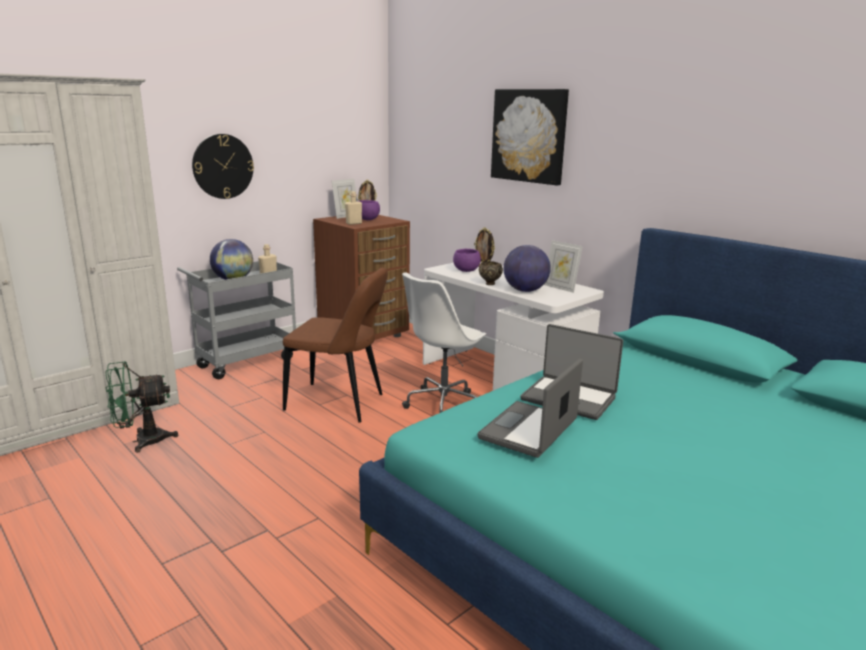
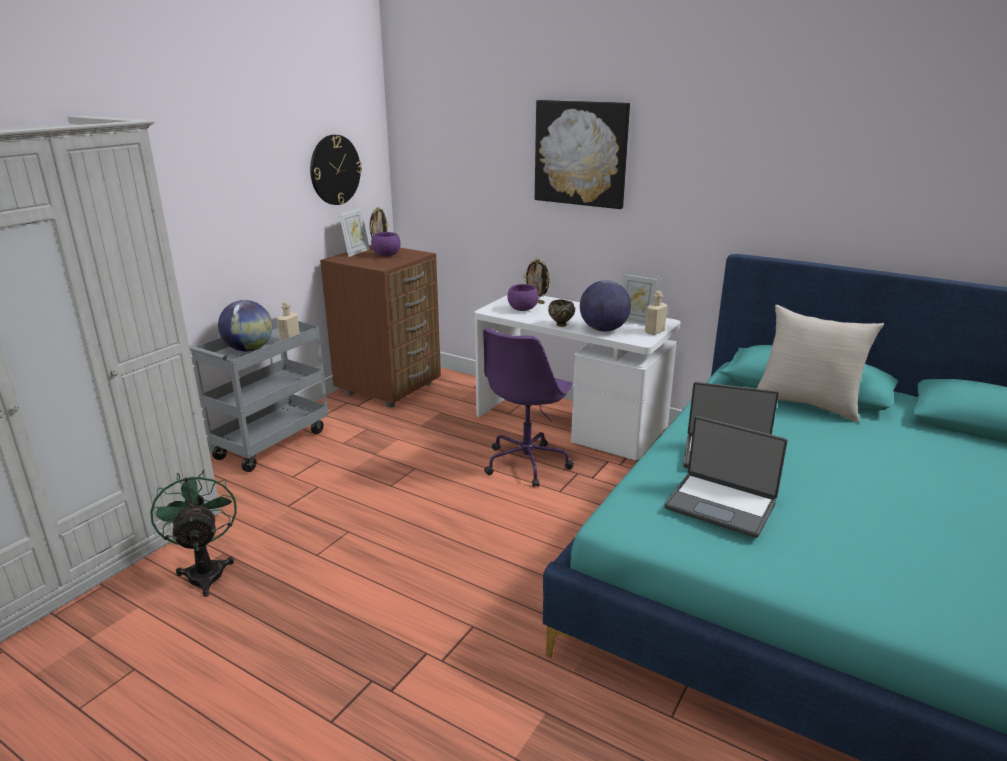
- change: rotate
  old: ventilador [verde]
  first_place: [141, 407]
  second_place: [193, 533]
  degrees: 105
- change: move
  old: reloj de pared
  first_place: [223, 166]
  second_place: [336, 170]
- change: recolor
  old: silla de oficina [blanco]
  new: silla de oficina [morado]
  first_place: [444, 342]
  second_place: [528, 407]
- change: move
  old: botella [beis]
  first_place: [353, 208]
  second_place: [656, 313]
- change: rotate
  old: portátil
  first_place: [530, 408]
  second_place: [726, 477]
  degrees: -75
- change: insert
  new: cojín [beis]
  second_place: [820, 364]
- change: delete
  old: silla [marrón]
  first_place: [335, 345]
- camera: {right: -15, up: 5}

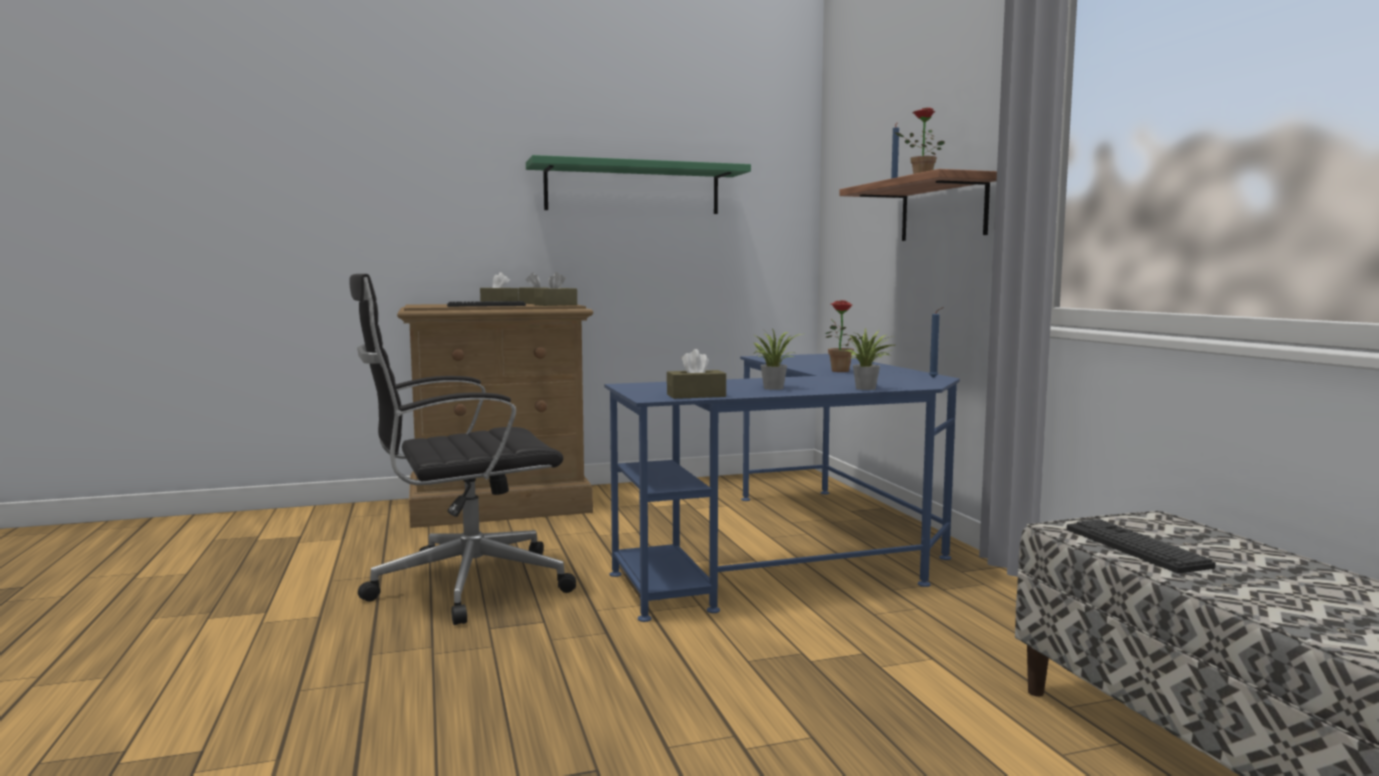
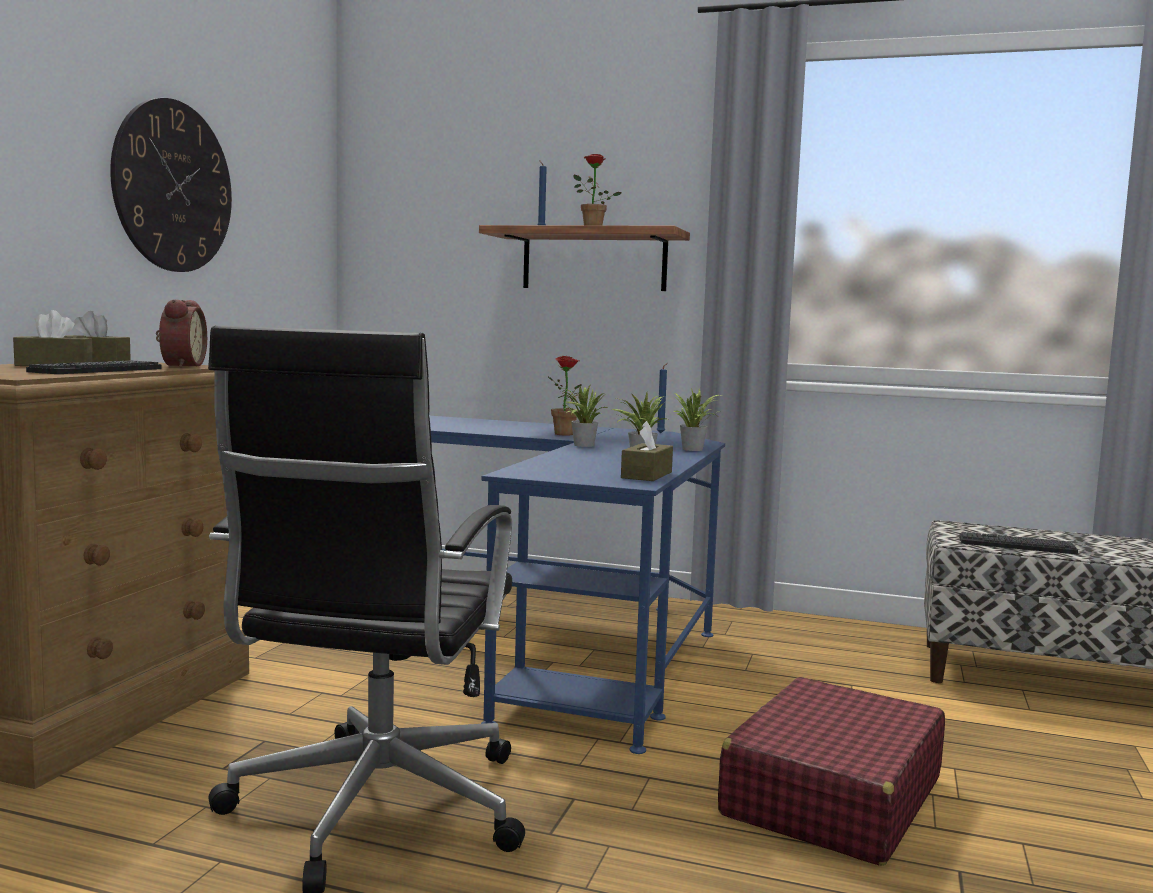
- change: replace
  old: estante [verde]
  new: reloj de pared
  first_place: [638, 184]
  second_place: [171, 185]
- change: replace
  old: caja de pañuelos [marrón]
  new: despertador
  first_place: [555, 289]
  second_place: [181, 333]
- change: insert
  new: planta en maceta
  second_place: [584, 415]
- change: insert
  new: maleta [rojo]
  second_place: [831, 771]
- camera: {right: -55, up: 0}

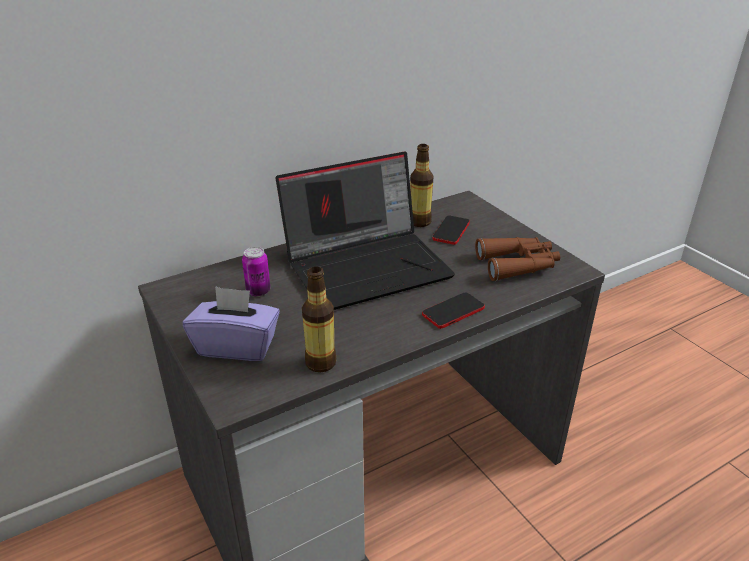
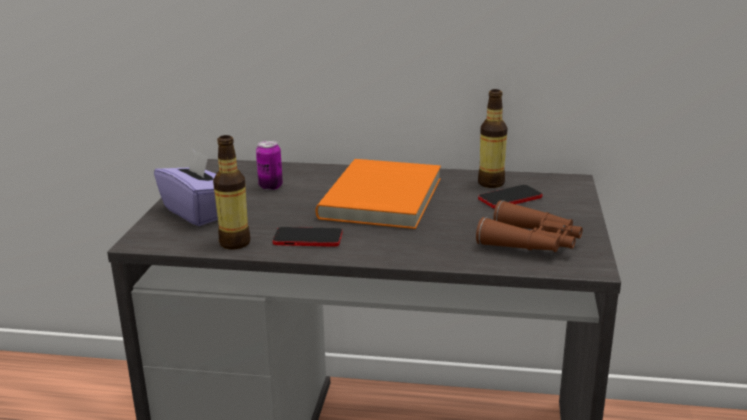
- change: move
  old: móvil
  first_place: [453, 310]
  second_place: [308, 237]
- change: replace
  old: portátil
  new: libro [naranja]
  first_place: [365, 230]
  second_place: [378, 194]
- camera: {right: 40, up: -10}

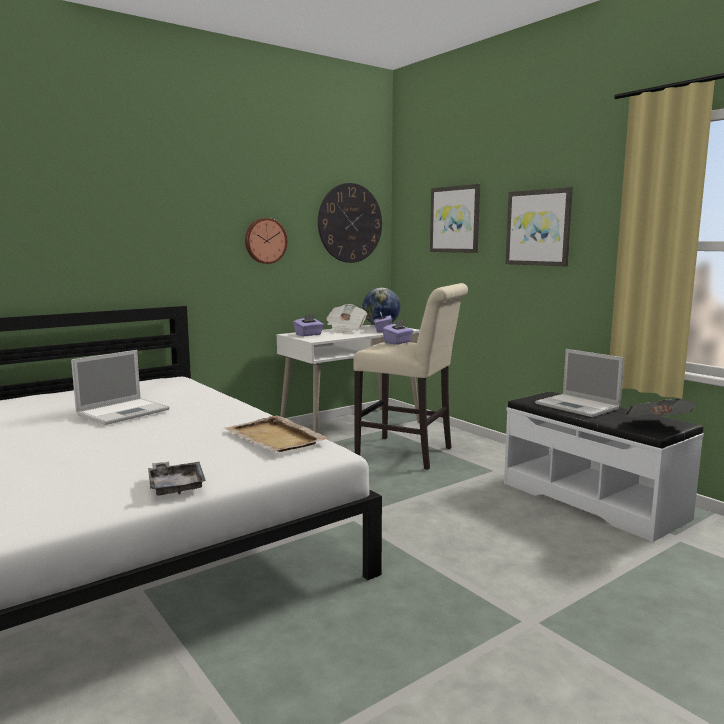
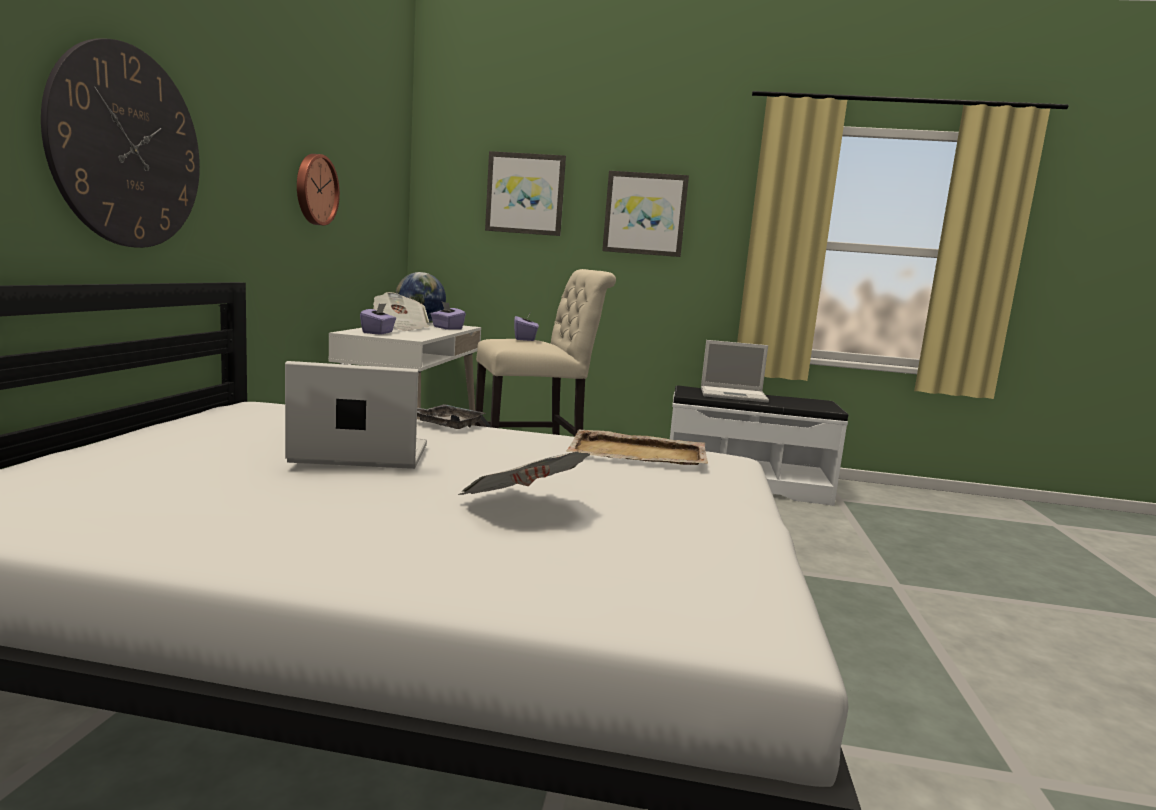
- change: move
  old: reloj de pared
  first_place: [350, 223]
  second_place: [120, 143]
- change: rotate
  old: portátil
  first_place: [120, 387]
  second_place: [356, 415]
  degrees: -90
- change: move
  old: bandeja [gris]
  first_place: [177, 478]
  second_place: [451, 416]
- change: move
  old: periódico
  first_place: [660, 408]
  second_place: [524, 473]
- camera: {right: -45, up: 0}

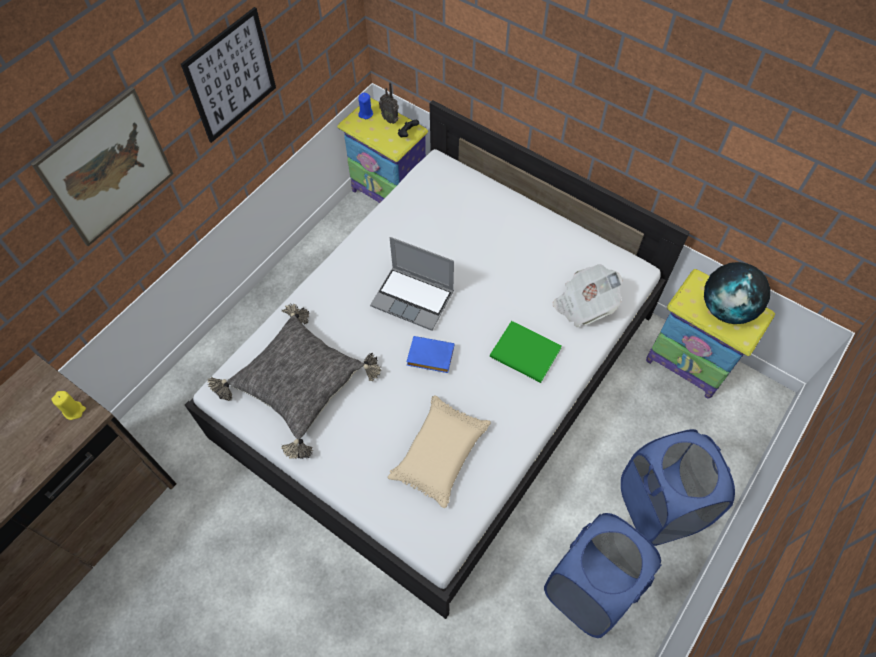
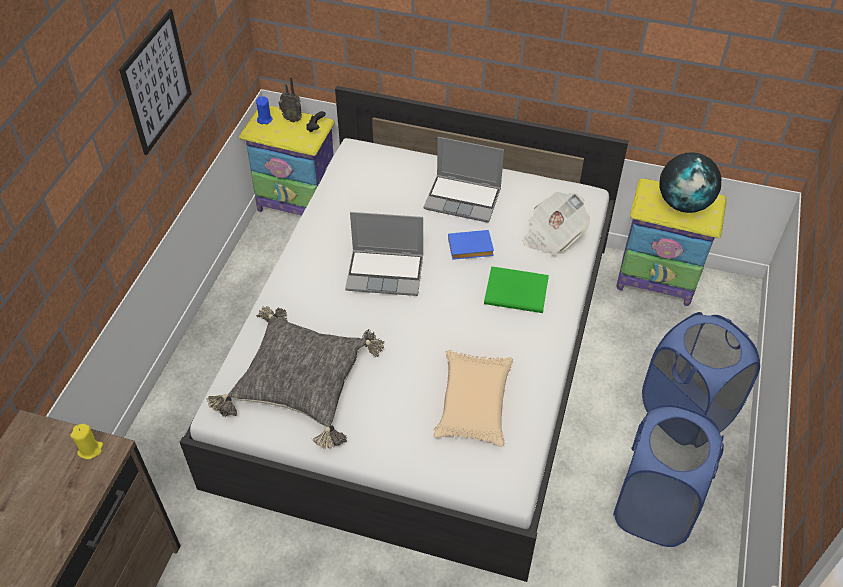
- change: insert
  new: portátil
  second_place: [464, 180]
- change: move
  old: libro [azul]
  first_place: [430, 354]
  second_place: [471, 245]
- change: delete
  old: cuadro
  first_place: [102, 166]
- camera: {right: -20, up: -10}

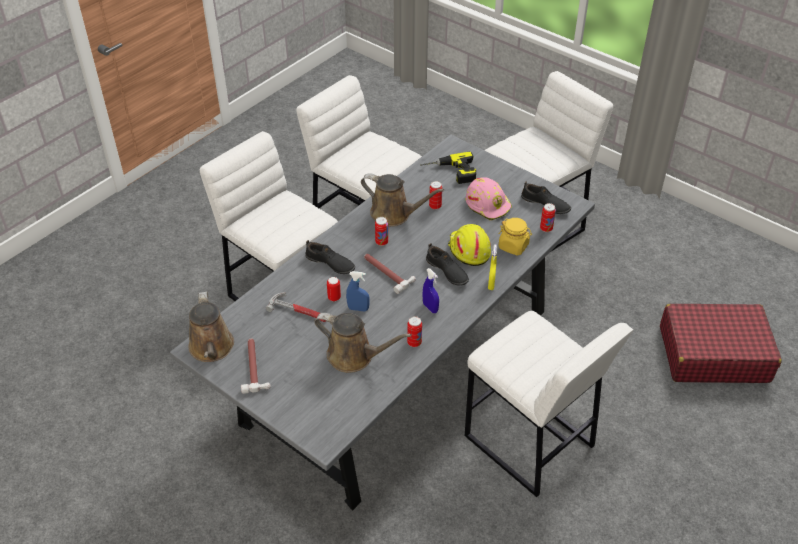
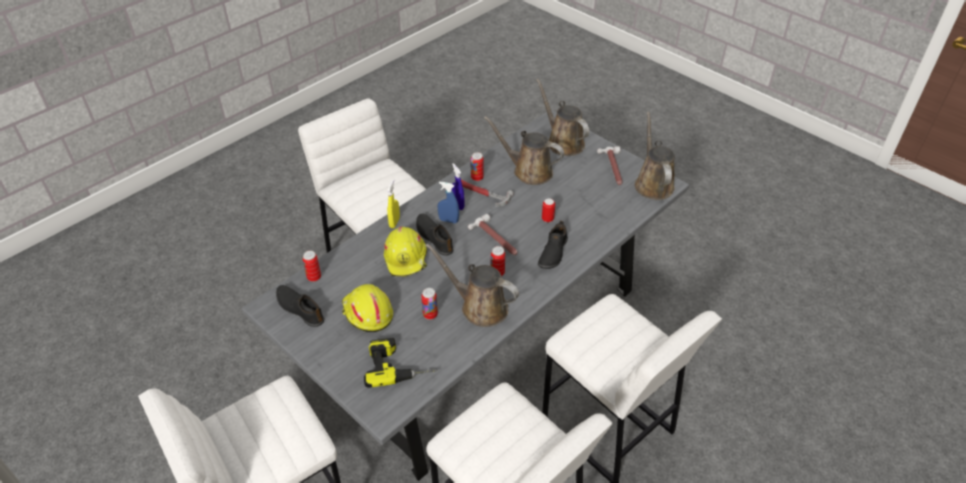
- change: recolor
  old: casco [rosa]
  new: casco [amarillo]
  first_place: [488, 198]
  second_place: [367, 308]
- change: move
  old: pulverizador [azul]
  first_place: [357, 291]
  second_place: [448, 202]
- change: move
  old: martillo
  first_place: [296, 307]
  second_place: [487, 193]
- change: insert
  new: regadera [marrón]
  second_place: [563, 117]
- change: rotate
  old: zapato [negro]
  first_place: [330, 257]
  second_place: [553, 245]
  degrees: -105
- change: delete
  old: tarro [amarillo]
  first_place: [515, 236]
- change: delete
  old: maleta [rojo]
  first_place: [721, 343]
- camera: {right: -175, up: 0}

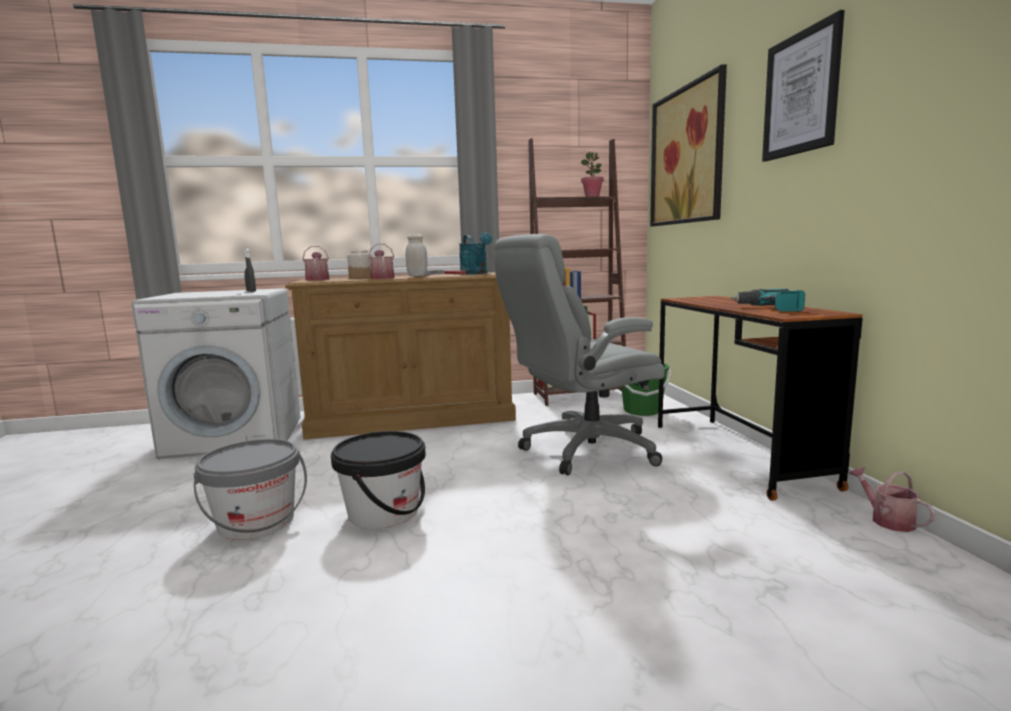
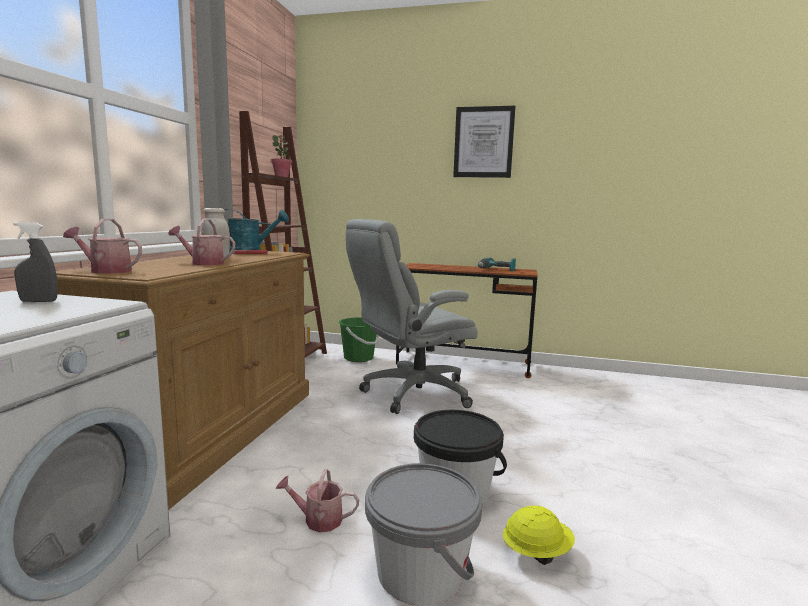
- change: move
  old: regadera
  first_place: [892, 499]
  second_place: [317, 500]
- change: rotate
  old: silla de oficina [gris]
  first_place: [579, 354]
  second_place: [412, 316]
  degrees: 60
- change: insert
  new: casco [amarillo]
  second_place: [539, 535]
- change: delete
  old: tarro
  first_place: [360, 264]
- change: delete
  old: cuadro
  first_place: [688, 145]
- camera: {right: -65, up: 0}

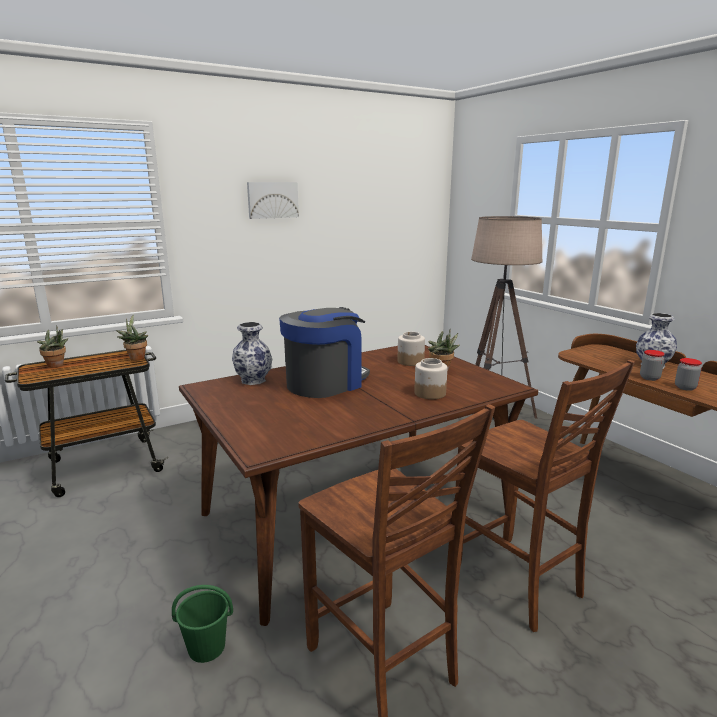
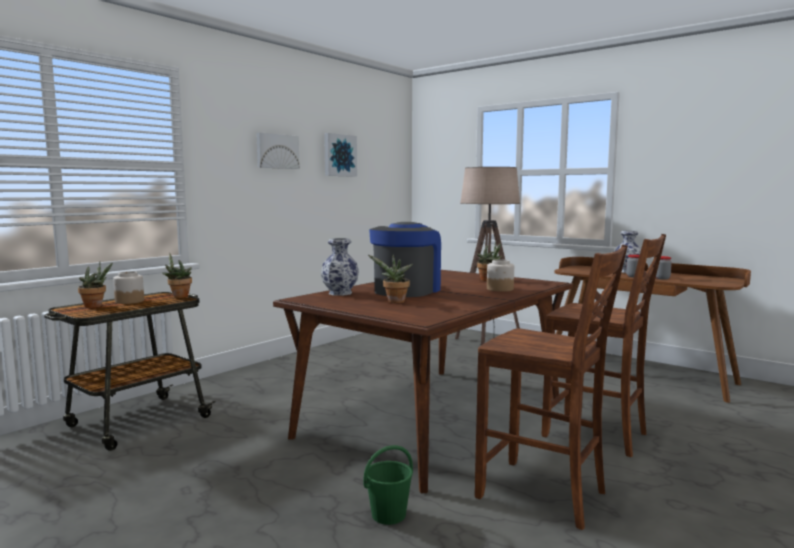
- change: move
  old: tarro
  first_place: [411, 349]
  second_place: [128, 287]
- change: insert
  new: cuadro
  second_place: [340, 155]
- change: insert
  new: planta en maceta
  second_place: [390, 279]
- camera: {right: -20, up: -10}

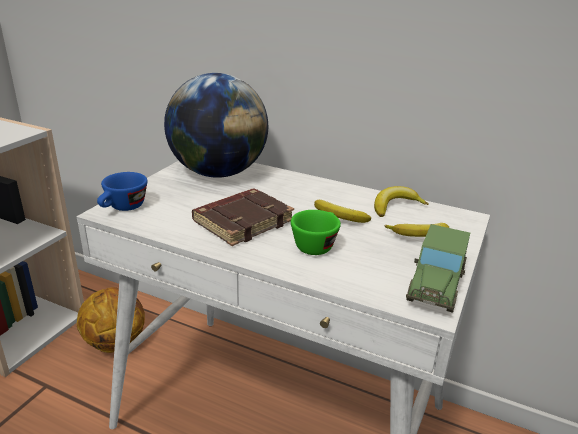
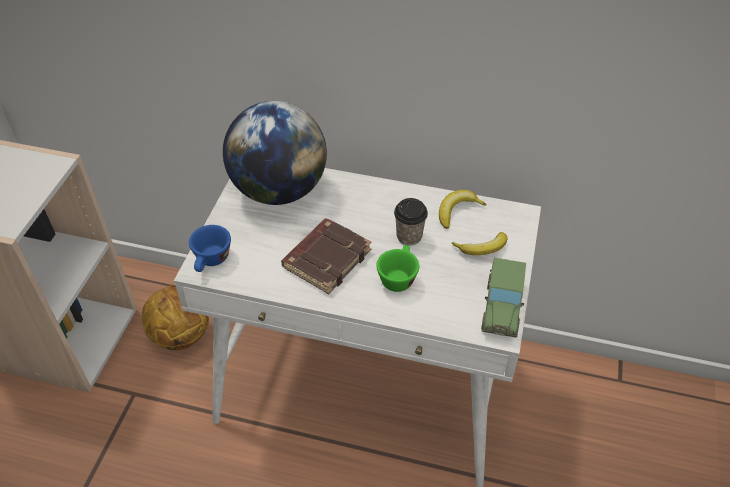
- change: replace
  old: plátano
  new: taza
  first_place: [342, 211]
  second_place: [411, 222]
- camera: {right: -10, up: 20}

